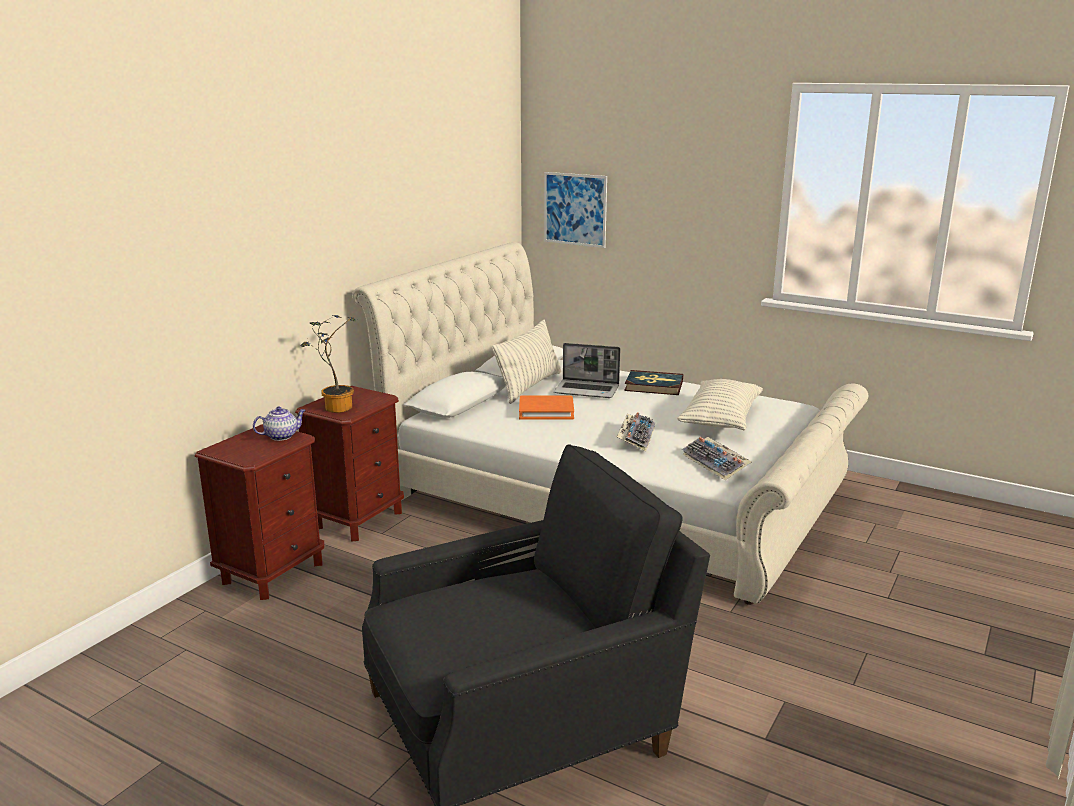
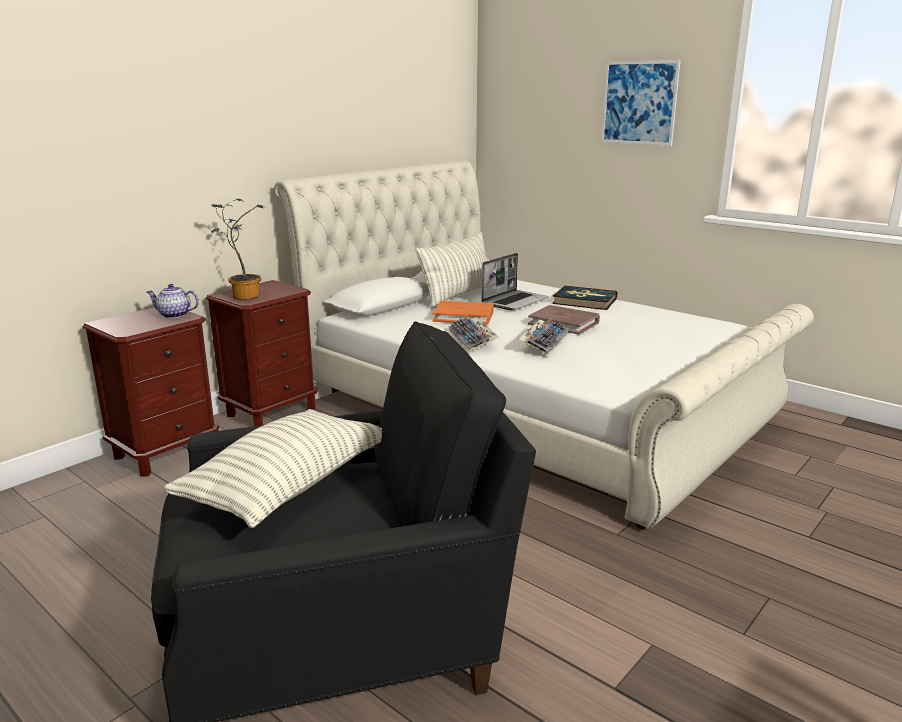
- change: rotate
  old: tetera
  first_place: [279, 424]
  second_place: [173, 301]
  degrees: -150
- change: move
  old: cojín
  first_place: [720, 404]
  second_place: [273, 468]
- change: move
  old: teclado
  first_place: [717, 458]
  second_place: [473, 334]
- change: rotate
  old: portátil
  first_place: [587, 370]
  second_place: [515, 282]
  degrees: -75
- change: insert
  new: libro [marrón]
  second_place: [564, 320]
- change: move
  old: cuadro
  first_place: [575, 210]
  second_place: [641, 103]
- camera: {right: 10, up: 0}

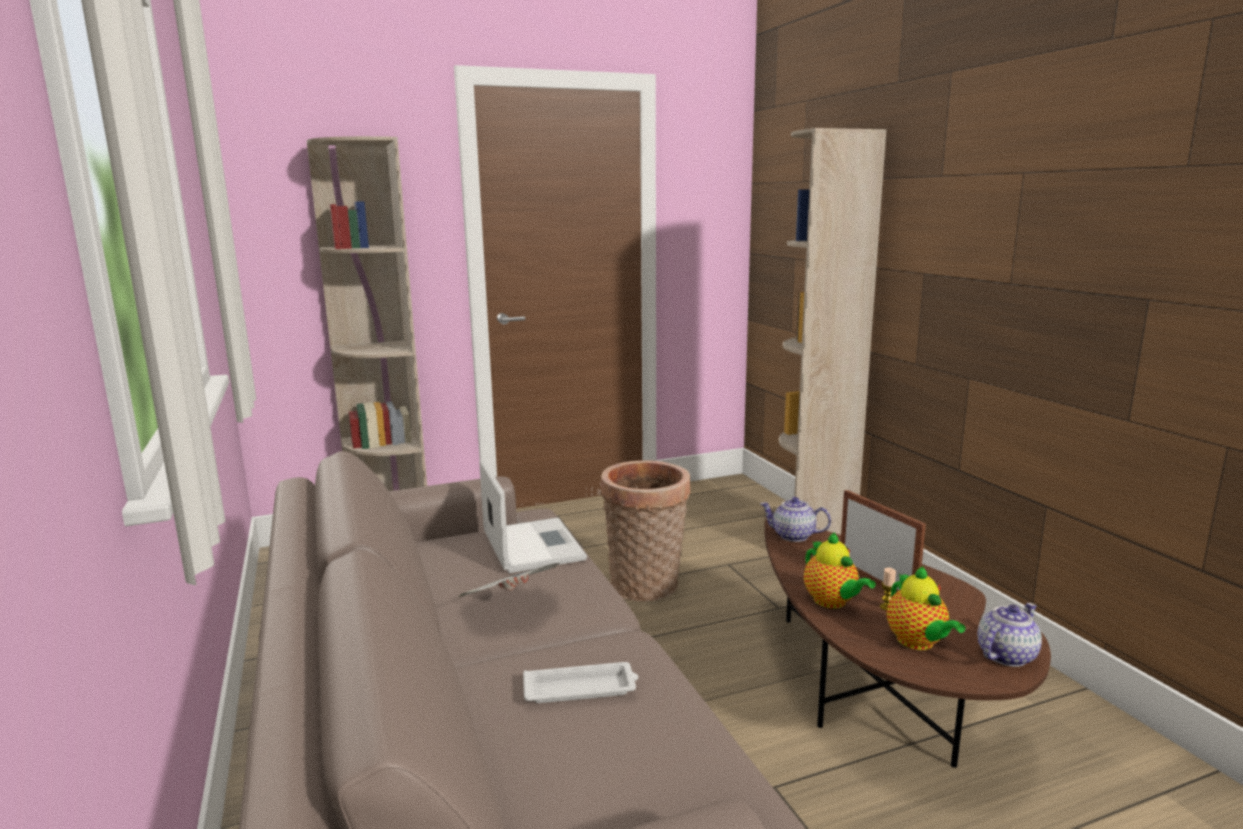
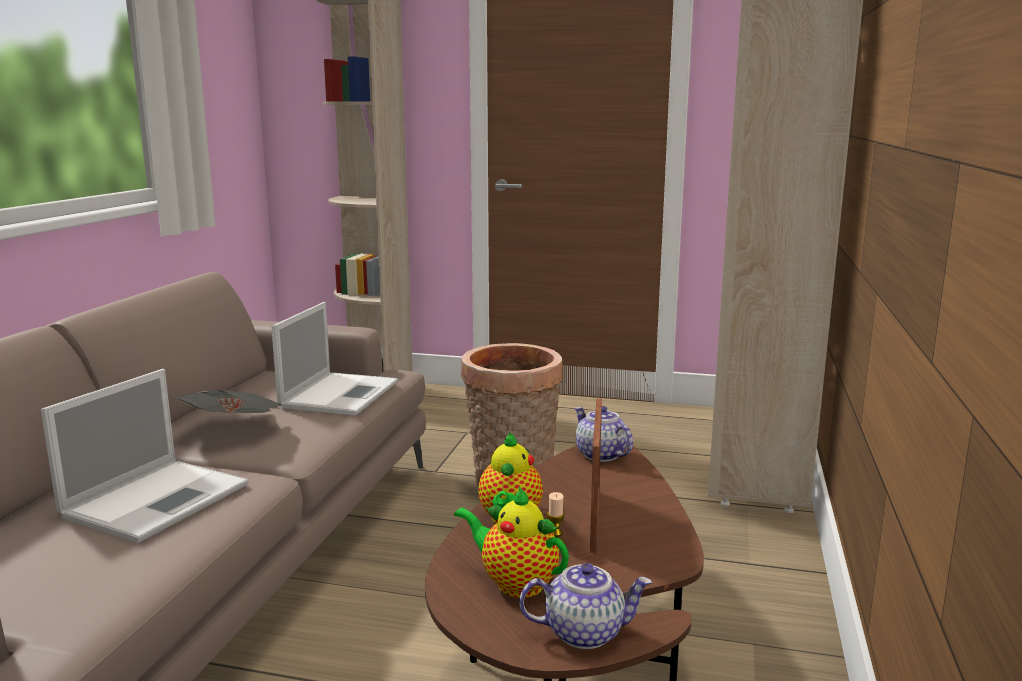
- change: replace
  old: bandeja [blanco]
  new: portátil
  first_place: [580, 682]
  second_place: [144, 456]
- change: rotate
  old: tetera
  first_place: [926, 608]
  second_place: [511, 542]
  degrees: 105
- camera: {right: 35, up: 0}

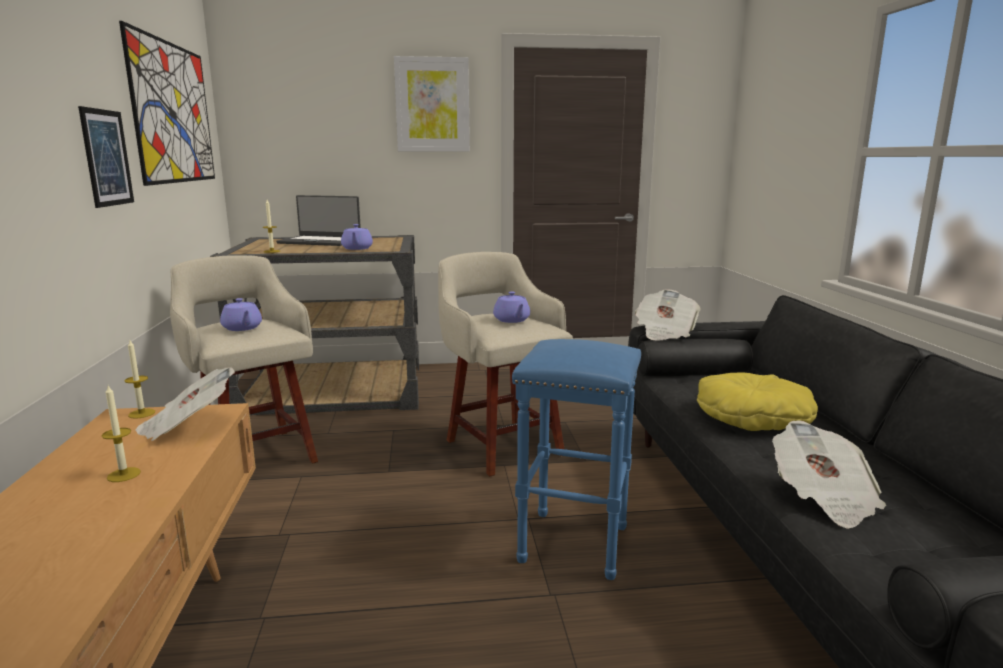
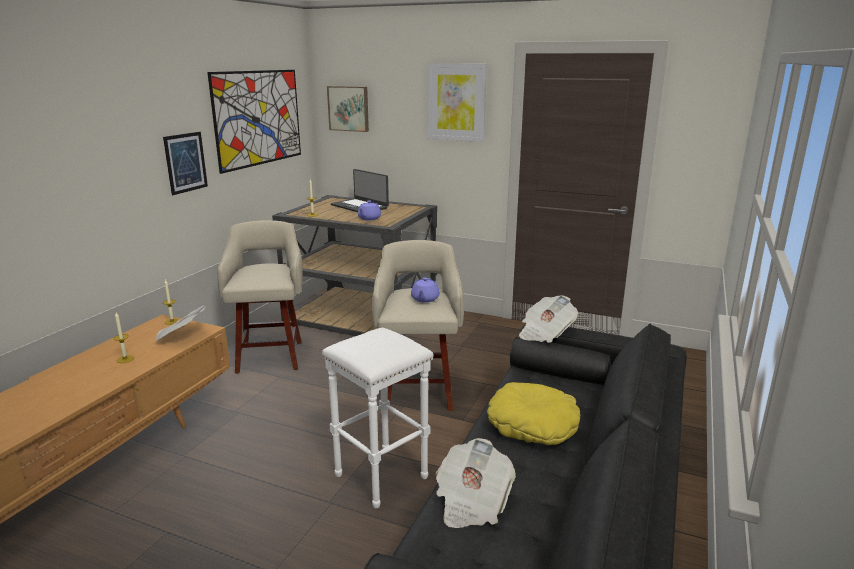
- change: recolor
  old: taburete [azul]
  new: taburete [blanco]
  first_place: [576, 459]
  second_place: [377, 418]
- change: insert
  new: cuadro
  second_place: [348, 109]
- change: delete
  old: tetera [morado]
  first_place: [241, 314]
- camera: {right: 30, up: 5}

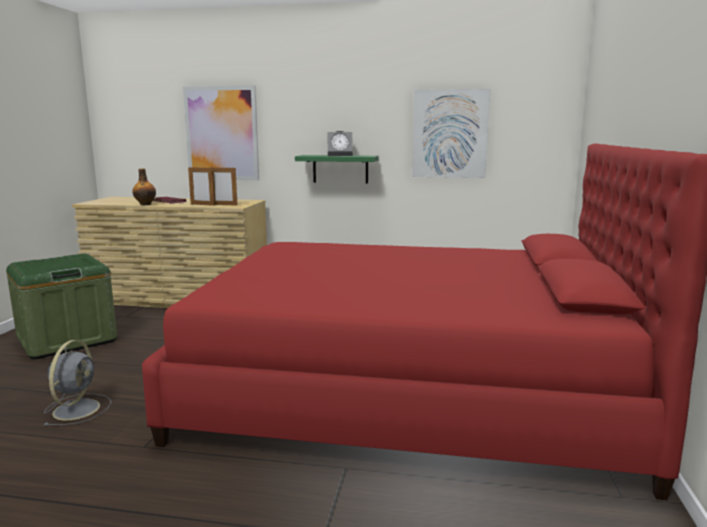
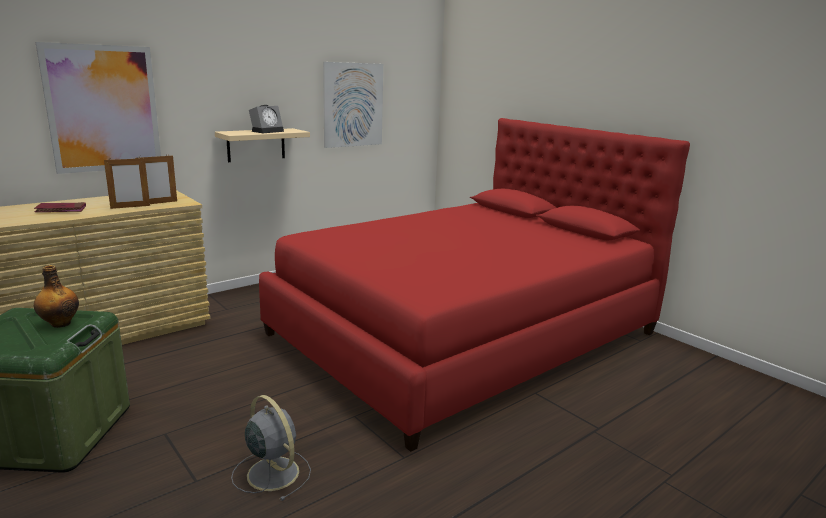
- change: move
  old: botella
  first_place: [144, 187]
  second_place: [56, 296]
- change: recolor
  old: estante [verde]
  new: estante [beis]
  first_place: [337, 169]
  second_place: [262, 145]
- camera: {right: -50, up: 5}

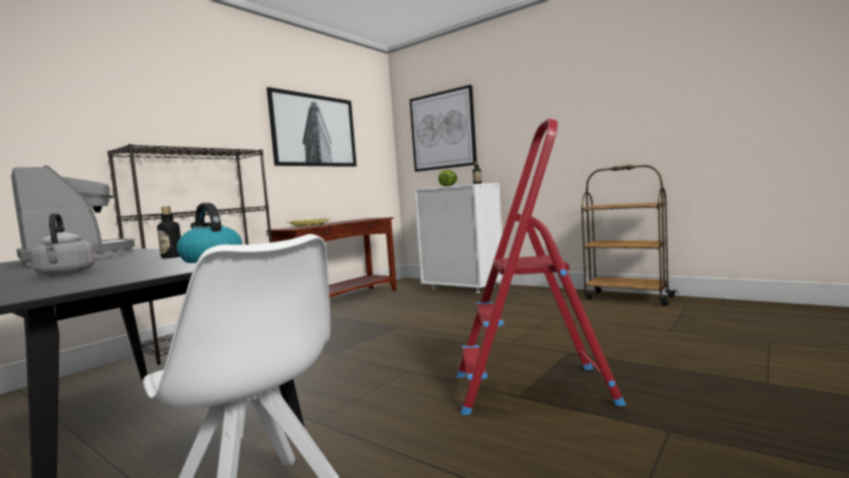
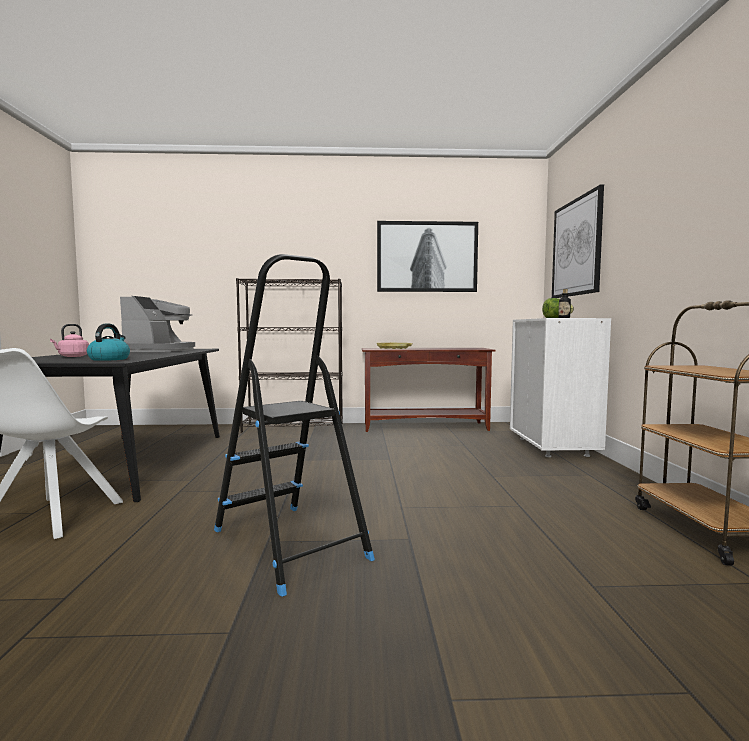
- change: recolor
  old: hervidor [gris]
  new: hervidor [rosa]
  first_place: [63, 244]
  second_place: [69, 340]
- change: recolor
  old: escalera de tijera [rojo]
  new: escalera de tijera [negro]
  first_place: [541, 266]
  second_place: [294, 425]
- change: delete
  old: botella
  first_place: [169, 232]
- camera: {right: 50, up: 0}

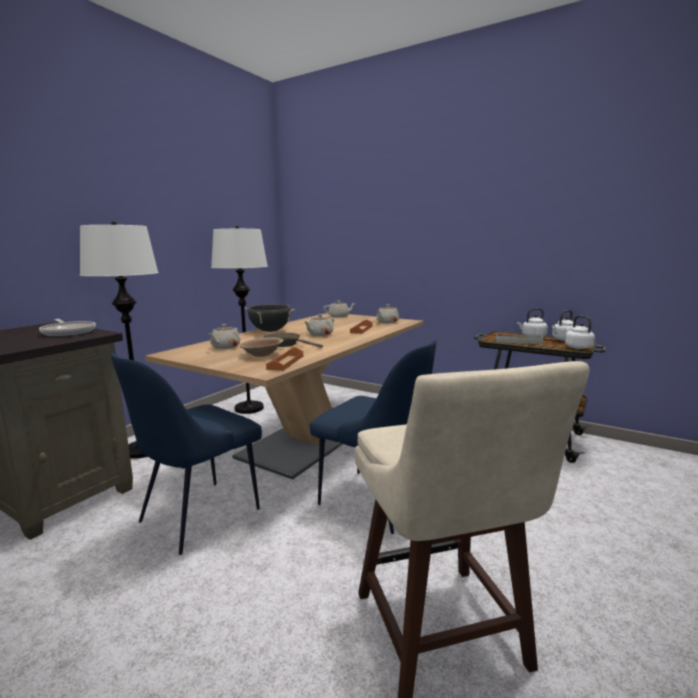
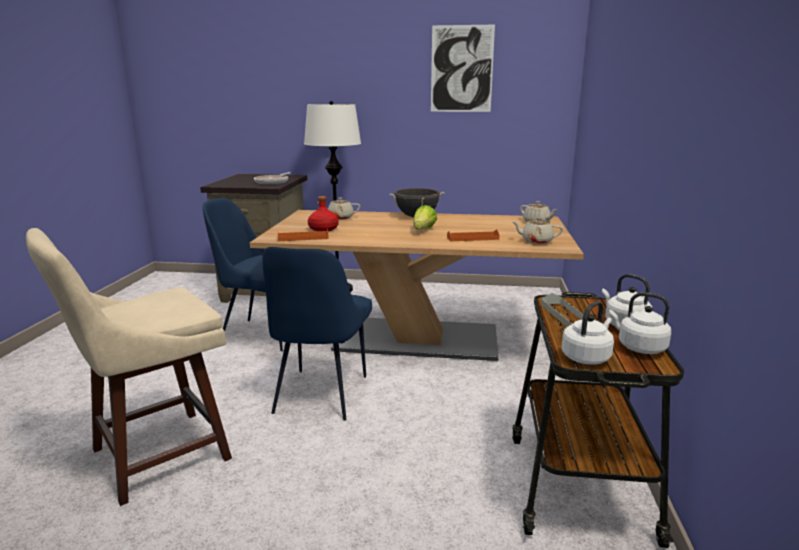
- change: replace
  old: cuenco [marrón]
  new: botella [rojo]
  first_place: [261, 347]
  second_place: [323, 213]
- change: replace
  old: tetera [beis]
  new: lechuga
  first_place: [319, 325]
  second_place: [425, 217]
- change: insert
  new: cuadro
  second_place: [463, 68]
- change: delete
  old: lámpara de pie [blanco]
  first_place: [239, 320]
- change: delete
  old: sartén [marrón]
  first_place: [293, 340]
- camera: {right: 65, up: 5}

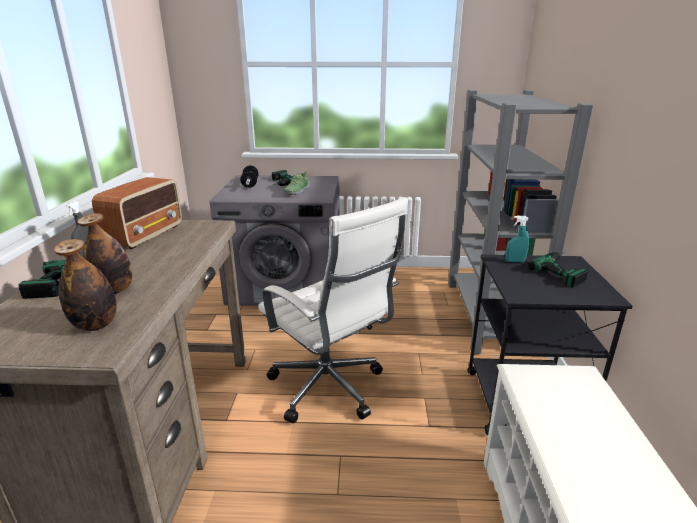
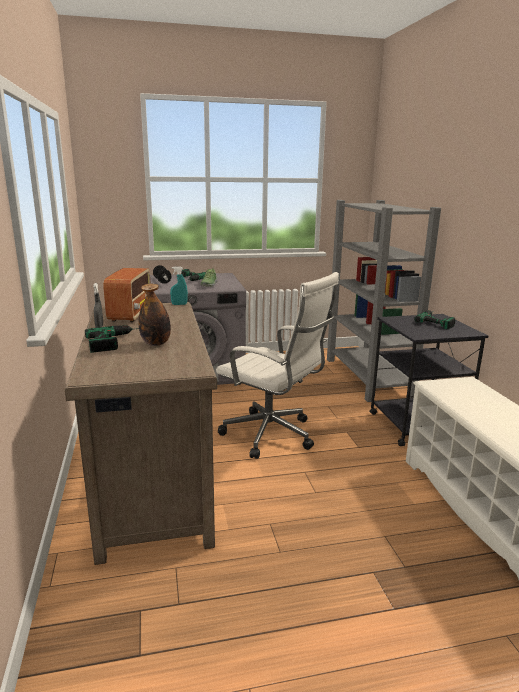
- change: move
  old: pulverizador [turquesa]
  first_place: [517, 239]
  second_place: [179, 286]
- change: delete
  old: botella
  first_place: [85, 285]
- camera: {right: -15, up: -5}

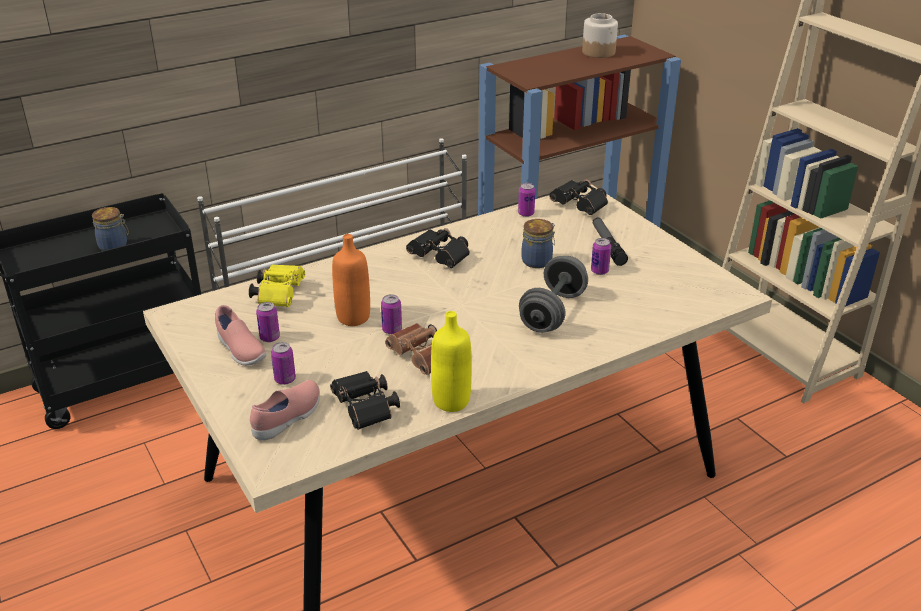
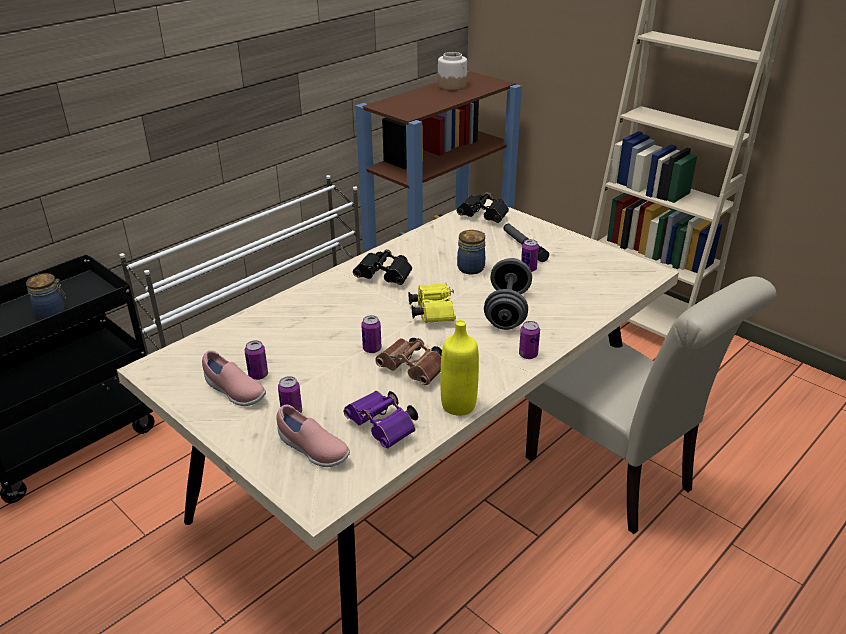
- change: rotate
  old: zapato [rosa]
  first_place: [285, 410]
  second_place: [313, 436]
  degrees: 105
- change: recolor
  old: prismáticos [negro]
  new: prismáticos [morado]
  first_place: [365, 400]
  second_place: [381, 419]
- change: move
  old: prismáticos [amarillo]
  first_place: [277, 285]
  second_place: [432, 303]
- change: move
  old: lata
  first_place: [526, 200]
  second_place: [529, 340]
- change: insert
  new: silla [beis]
  second_place: [650, 405]
- change: delete
  old: botella [naranja]
  first_place: [351, 280]
- camera: {right: -15, up: 0}

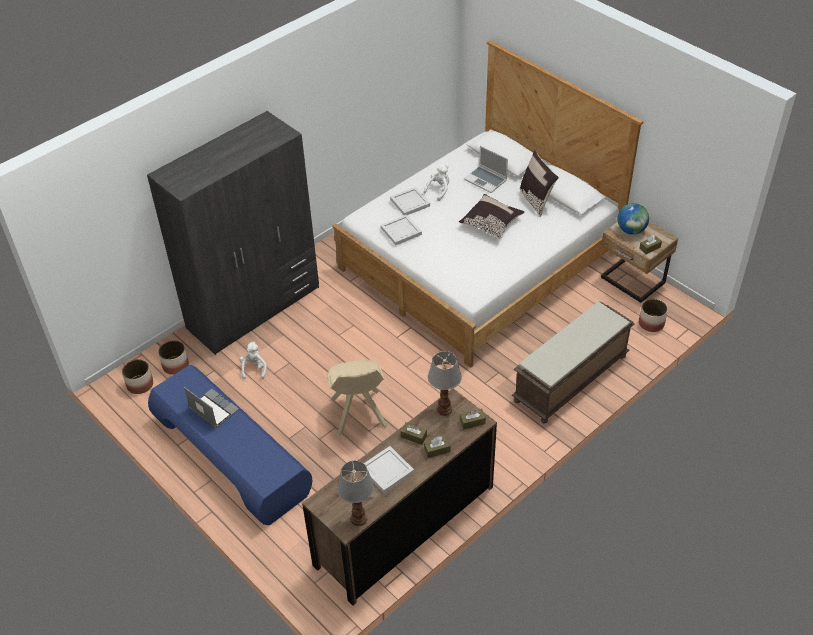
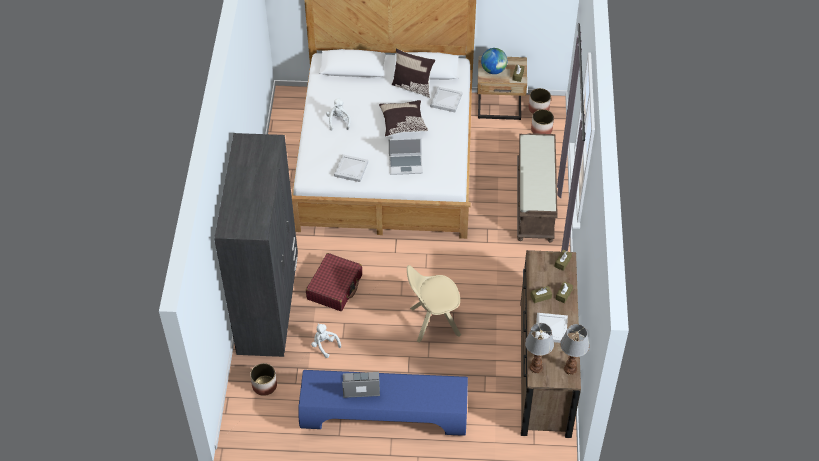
- change: insert
  new: maleta [rojo]
  second_place: [334, 282]
- change: move
  old: portátil
  first_place: [486, 169]
  second_place: [406, 156]
- change: rotate
  old: silla [beis]
  first_place: [358, 398]
  second_place: [434, 304]
  degrees: 135
- change: move
  old: bandeja [blanco]
  first_place: [410, 201]
  second_place: [446, 99]
- change: move
  old: lámpara de mesa
  first_place: [445, 383]
  second_place: [539, 348]
- change: move
  old: maceta
  first_place: [137, 376]
  second_place: [539, 101]
- camera: {right: -45, up: 5}

